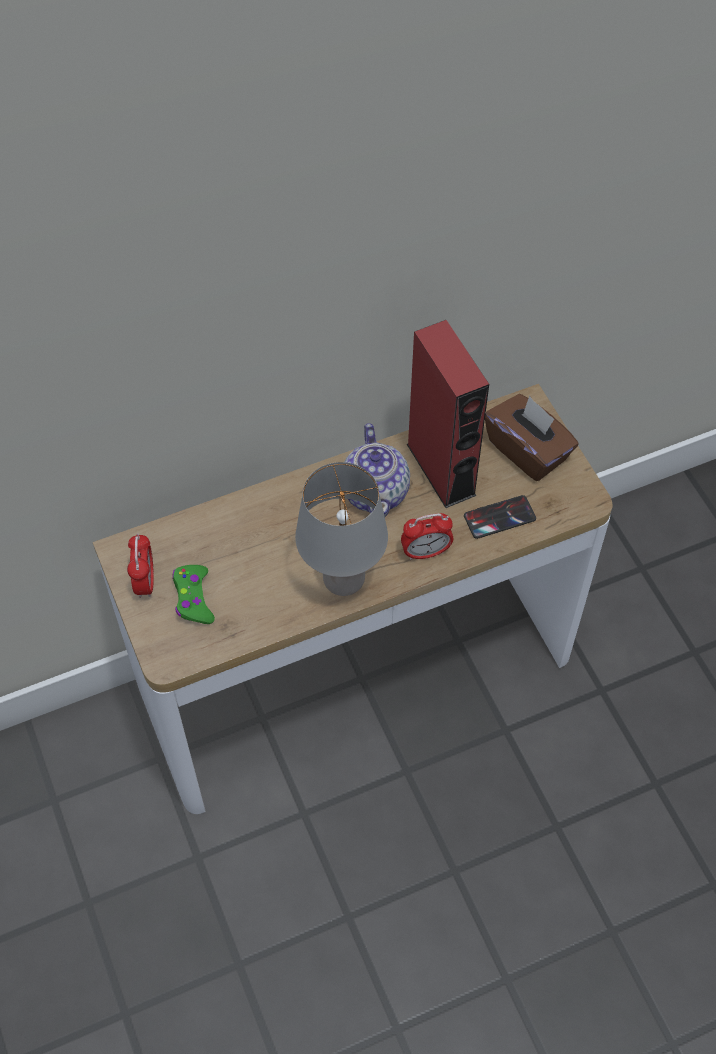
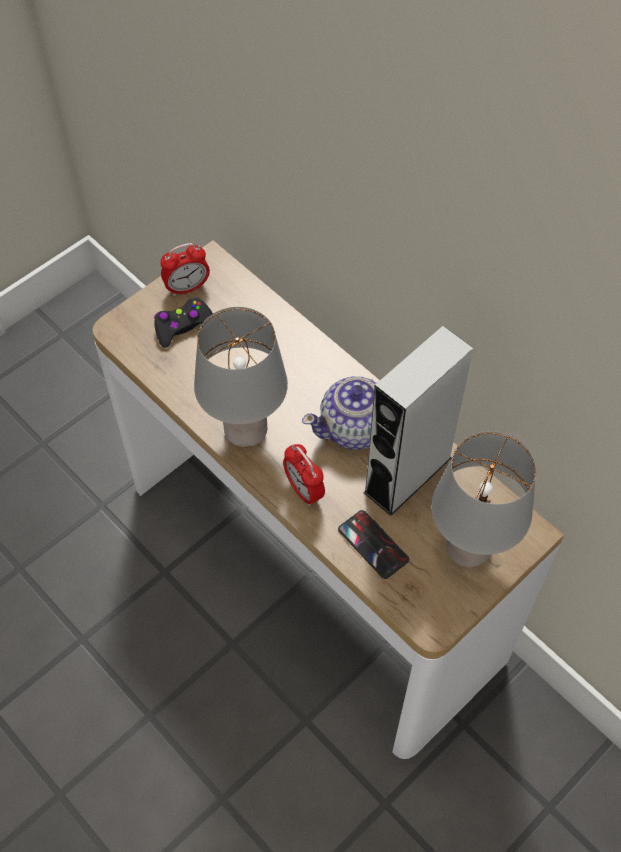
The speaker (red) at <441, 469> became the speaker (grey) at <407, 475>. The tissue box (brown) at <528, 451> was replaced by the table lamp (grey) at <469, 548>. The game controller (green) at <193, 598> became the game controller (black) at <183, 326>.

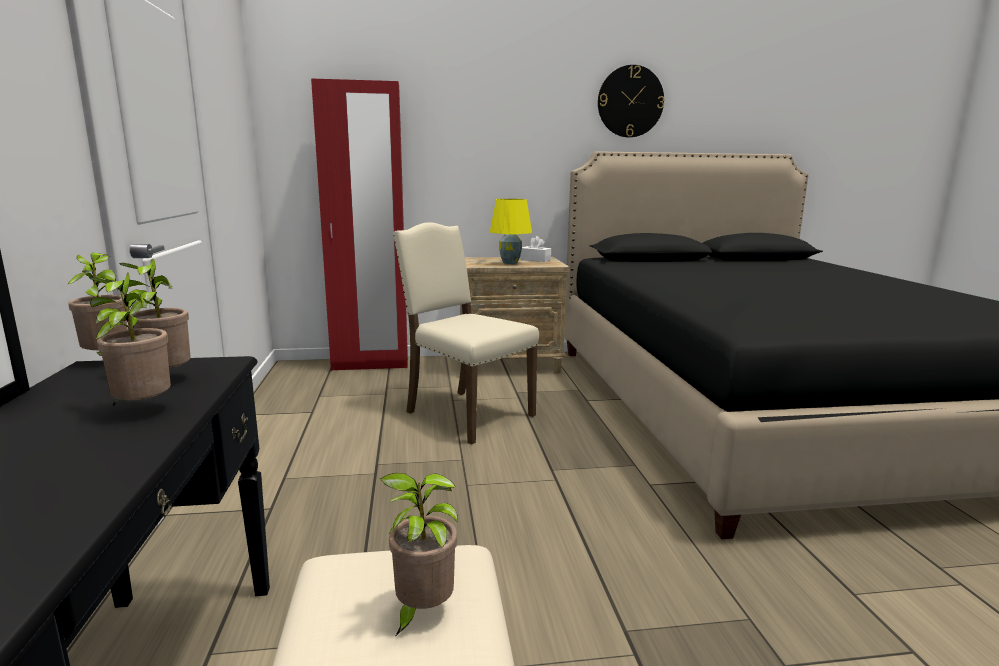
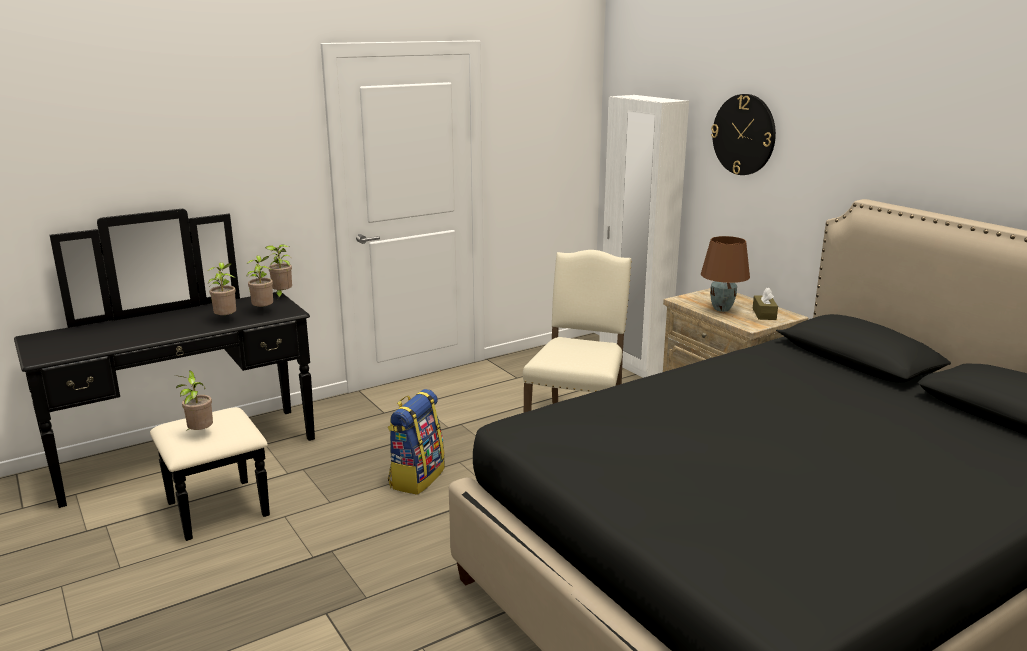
The wall clock moved from <630, 101> to <744, 134>. The wardrobe (red) at <370, 364> became the wardrobe (white) at <633, 365>. The table lamp (yellow) at <510, 263> became the table lamp (brown) at <722, 309>. The tissue box (white) at <535, 260> became the tissue box (brown) at <764, 314>. The backpack at <416, 477> appeared.

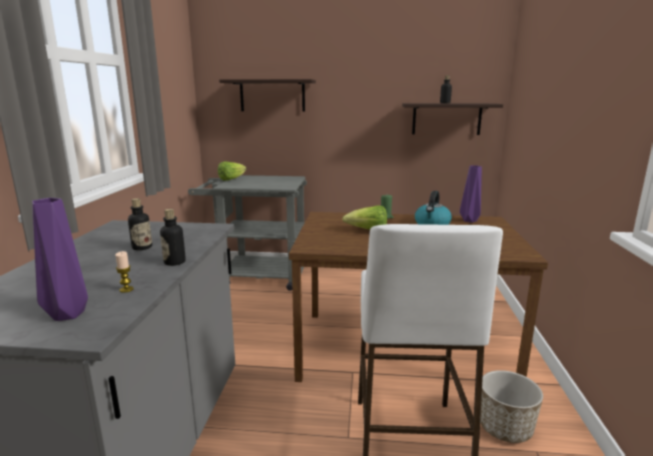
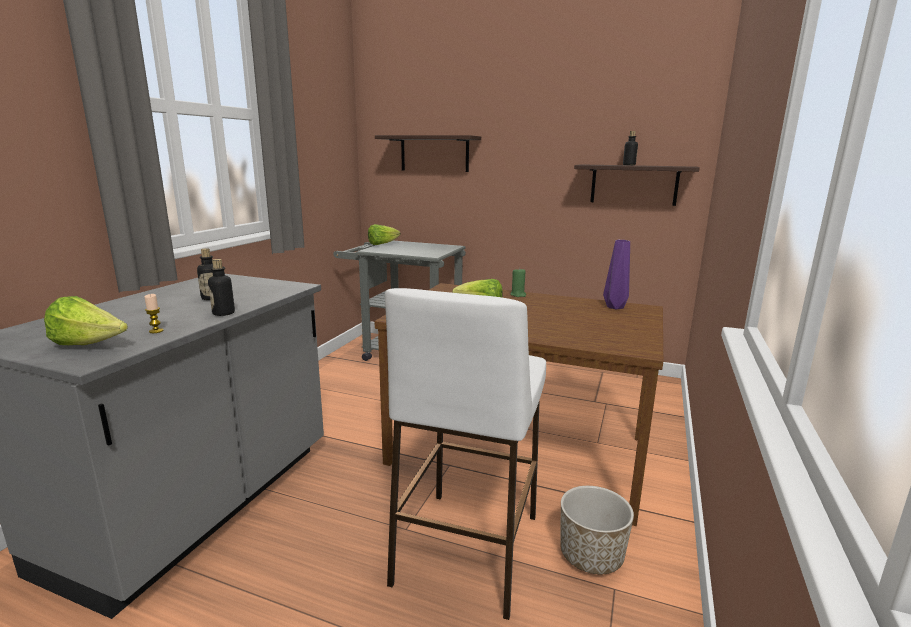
The kettle at <432, 224> disappeared. The vase (purple) at <70, 314> was replaced by the lettuce at <90, 345>.

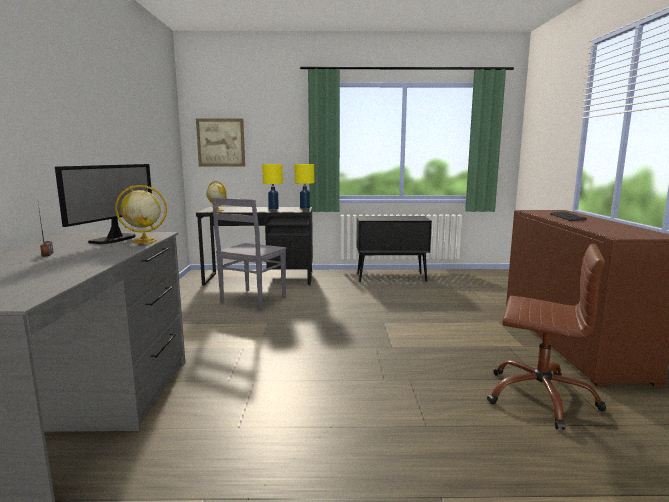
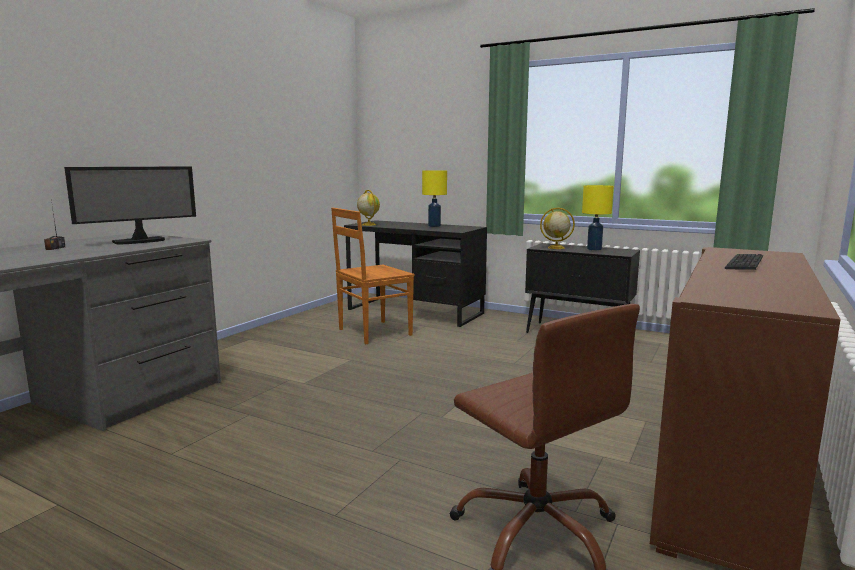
The picture at <221, 142> disappeared. The table lamp (yellow) moved from <305, 208> to <594, 249>. The globe moved from <143, 241> to <555, 248>. The chair (grey) at <252, 299> became the chair (brown) at <373, 332>.

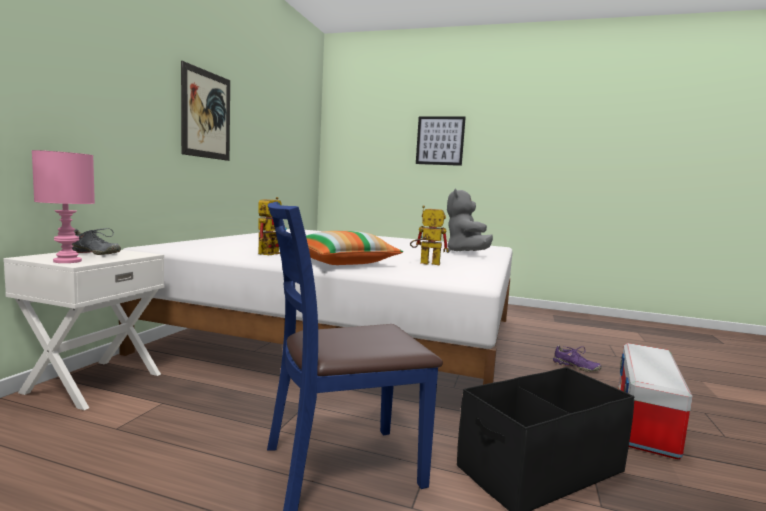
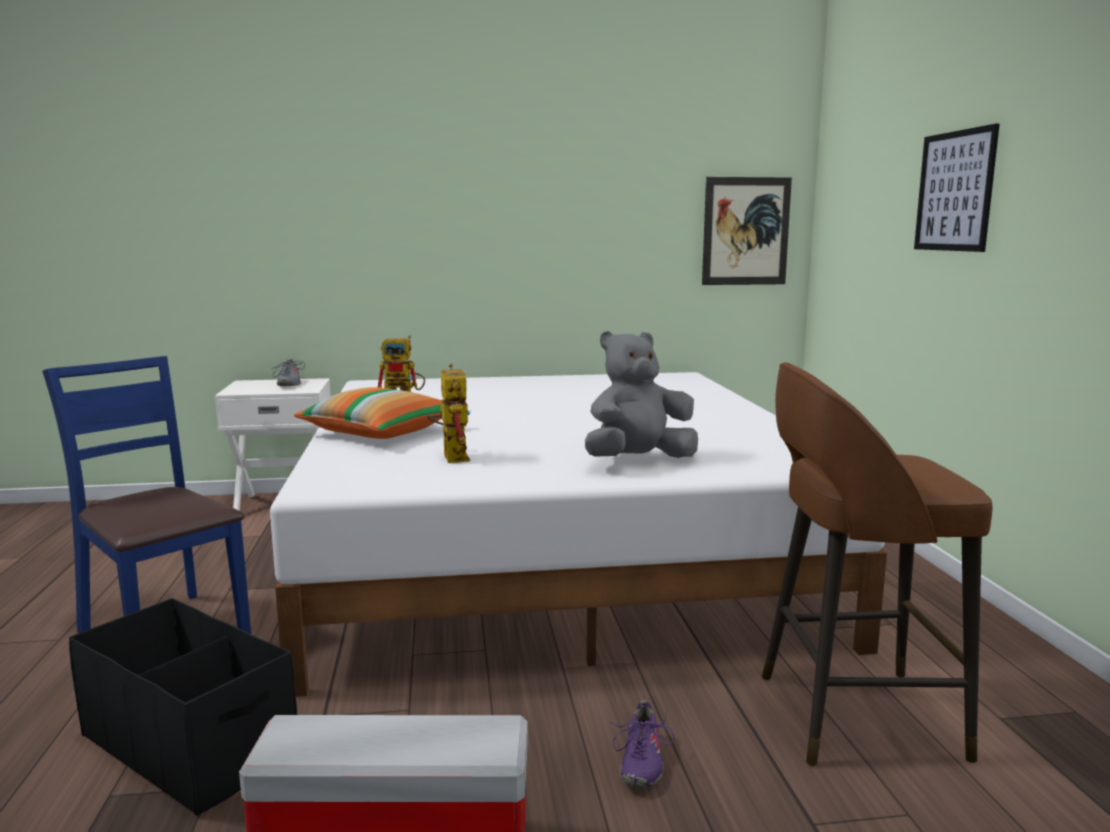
The picture moved from <206, 115> to <746, 231>. The table lamp (pink) at <67, 261> disappeared. The stool (brown) at <852, 716> appeared.

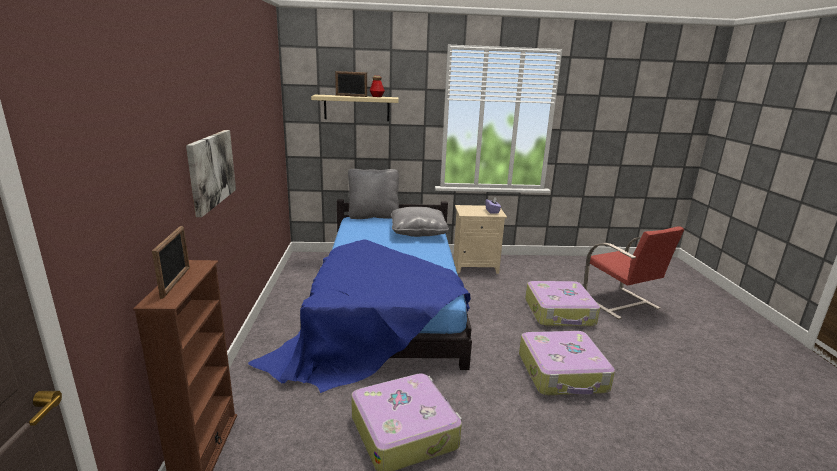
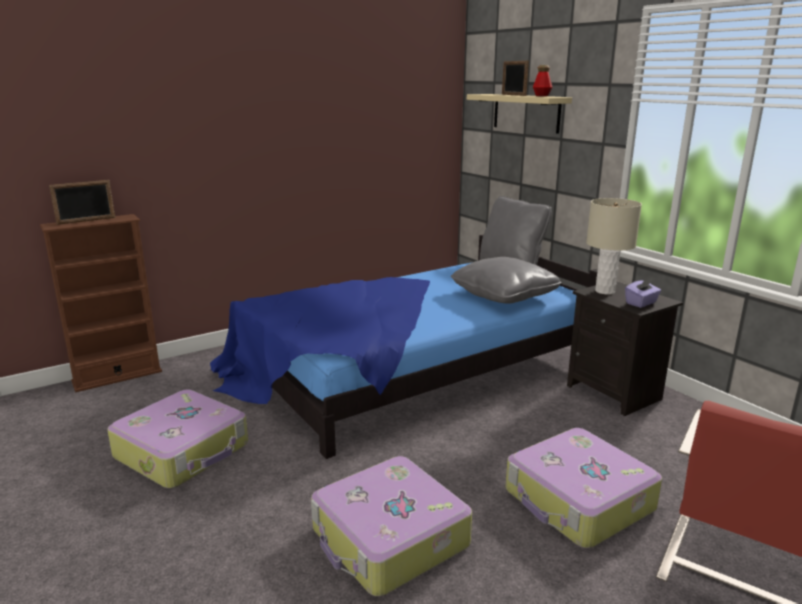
The picture at <211, 170> disappeared. The nightstand (beige) at <476, 266> became the nightstand (black) at <615, 392>. The table lamp (beige) at <605, 291> appeared.

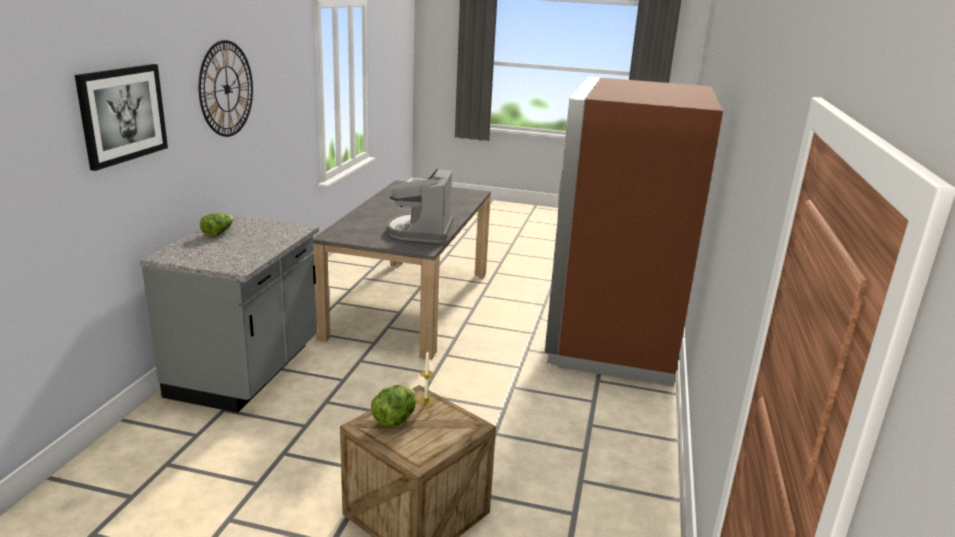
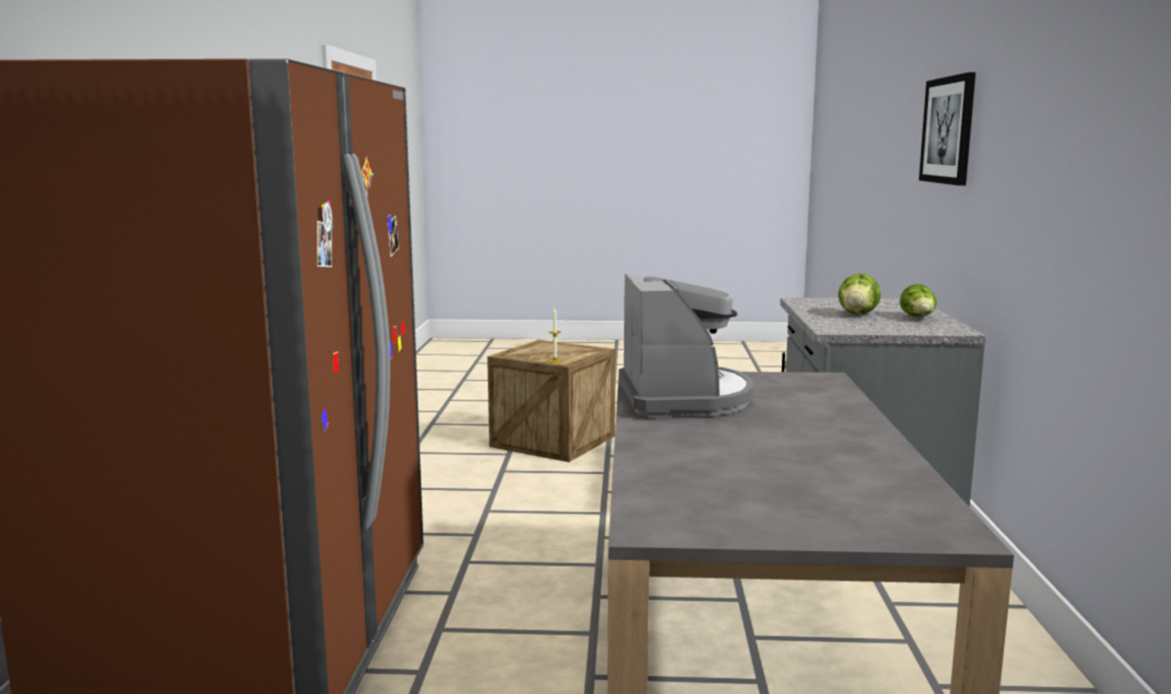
The wall clock at <227, 89> disappeared. The lettuce moved from <394, 420> to <858, 314>.

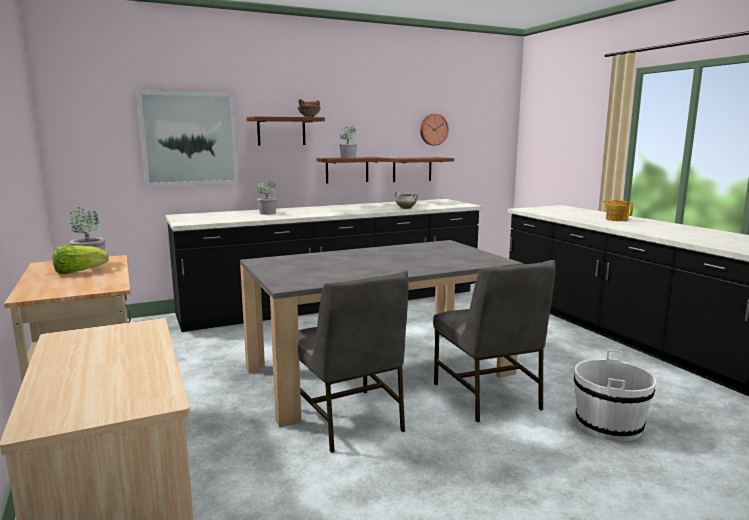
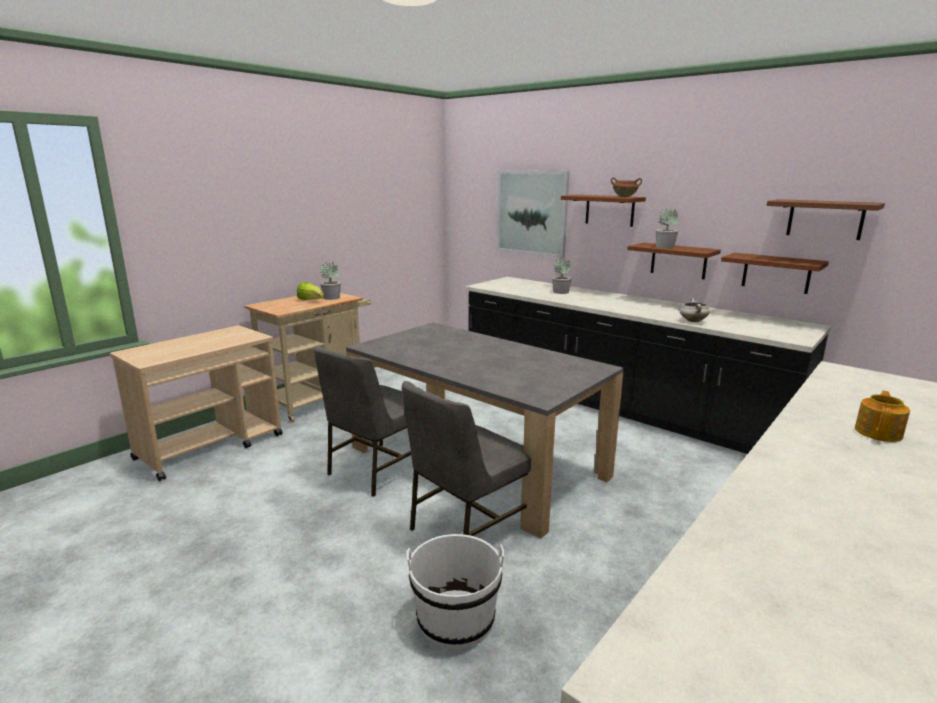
The wall clock at <433, 129> was replaced by the shelf (brown) at <825, 219>.

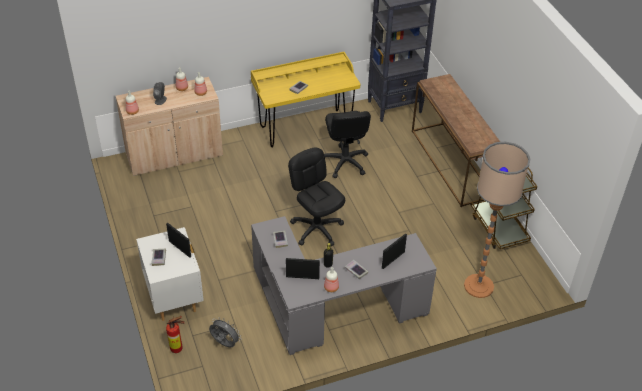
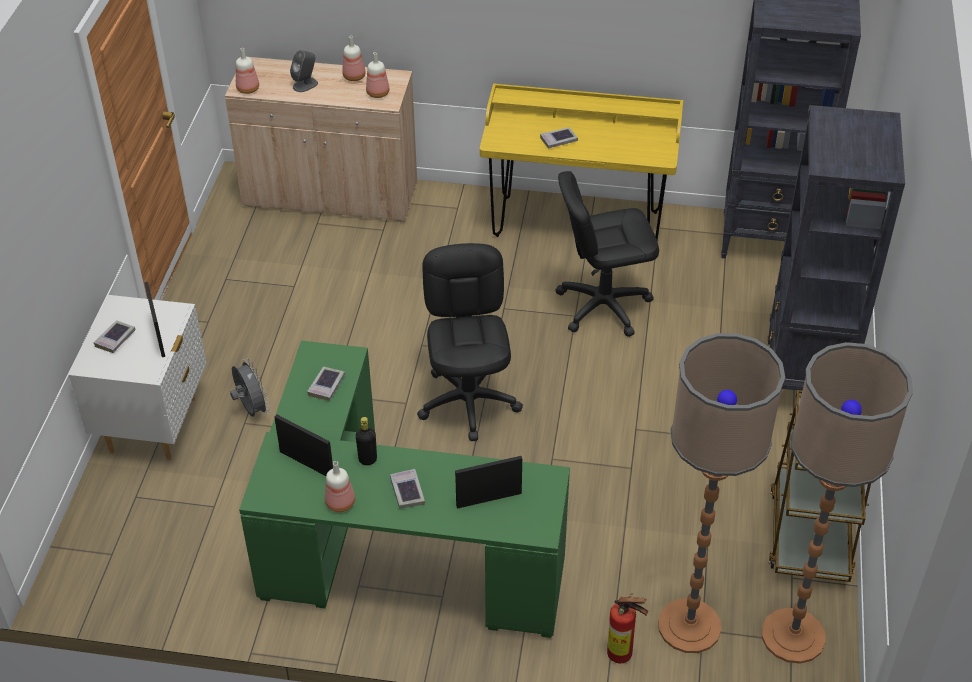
The console table (brown) at <452, 164> was replaced by the bookcase (black) at <804, 380>. The office chair (black) at <344, 162> turned 60 degrees clockwise. The desk (grey) at <331, 309> became the desk (green) at <389, 552>. The fire extinguisher moved from <178, 348> to <623, 655>. The fan (grey) moved from <224, 344> to <251, 410>. The floor lamp at <792, 636> appeared.

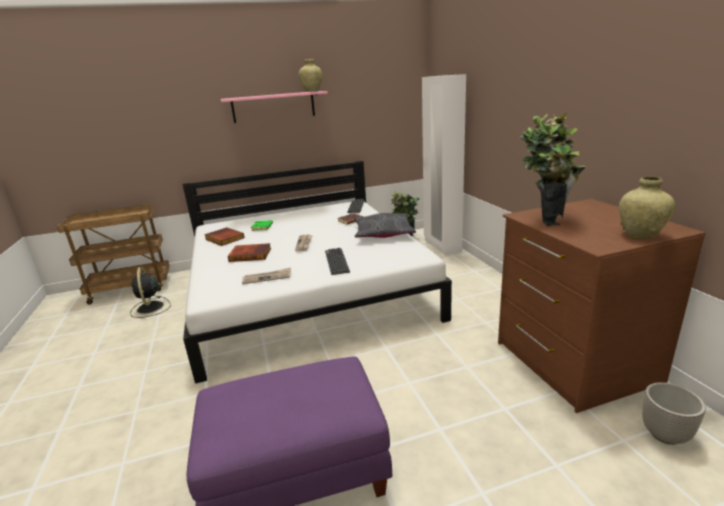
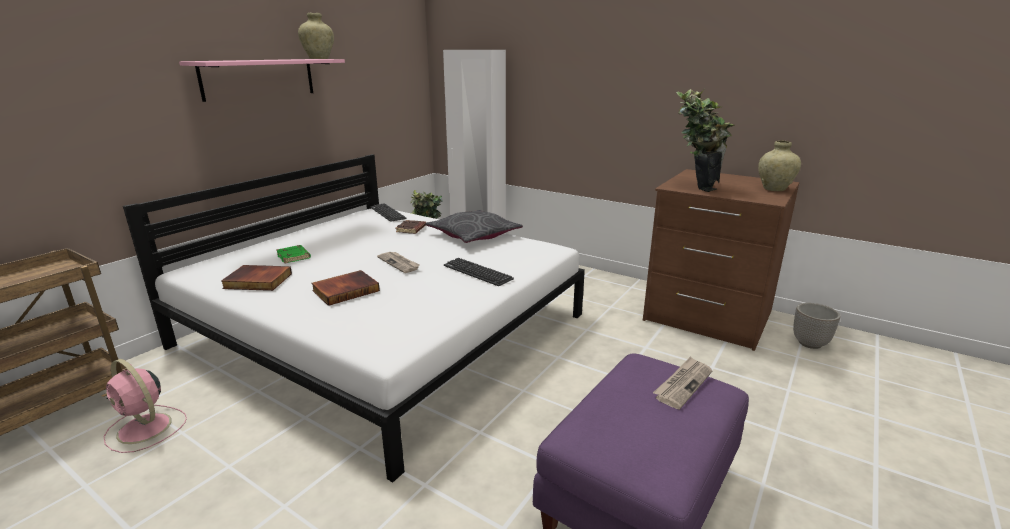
The fan (black) at <150, 308> became the fan (pink) at <145, 429>. The newspaper moved from <267, 277> to <683, 384>.

